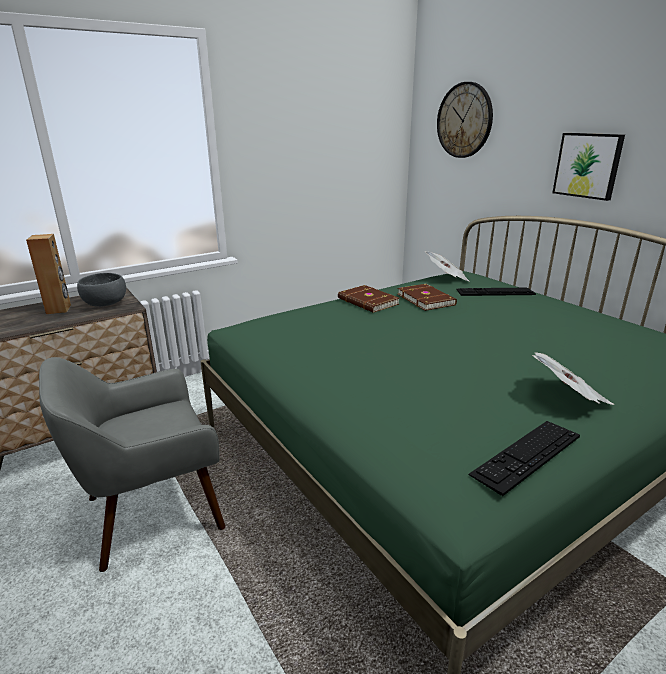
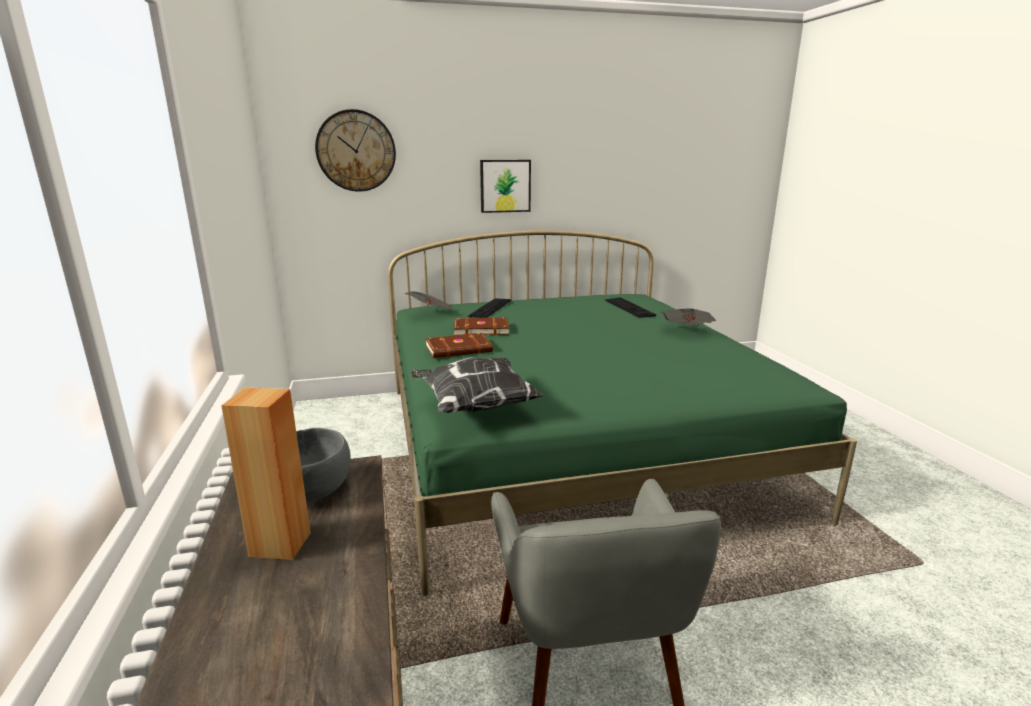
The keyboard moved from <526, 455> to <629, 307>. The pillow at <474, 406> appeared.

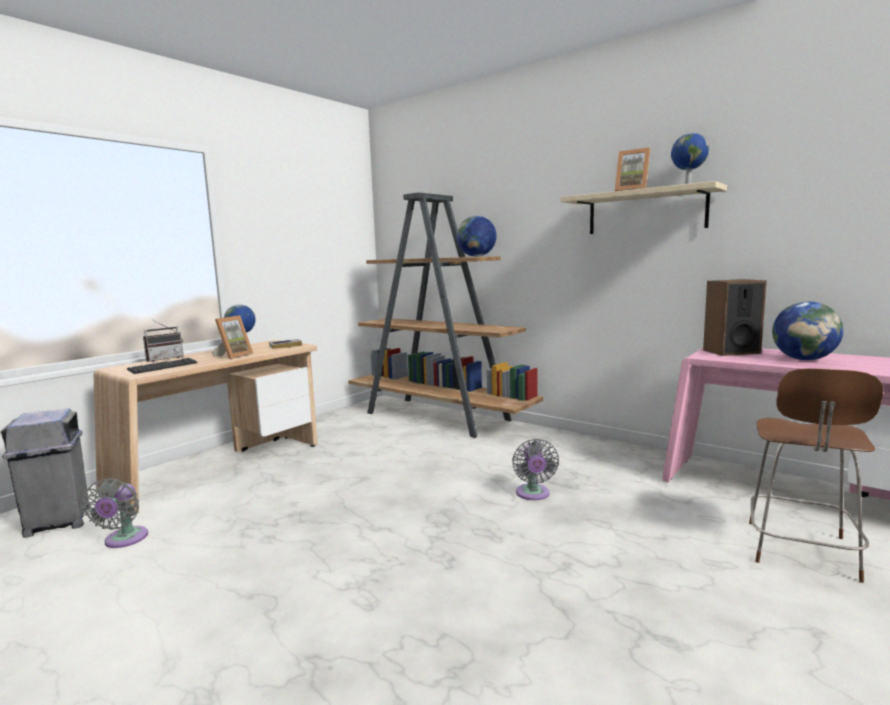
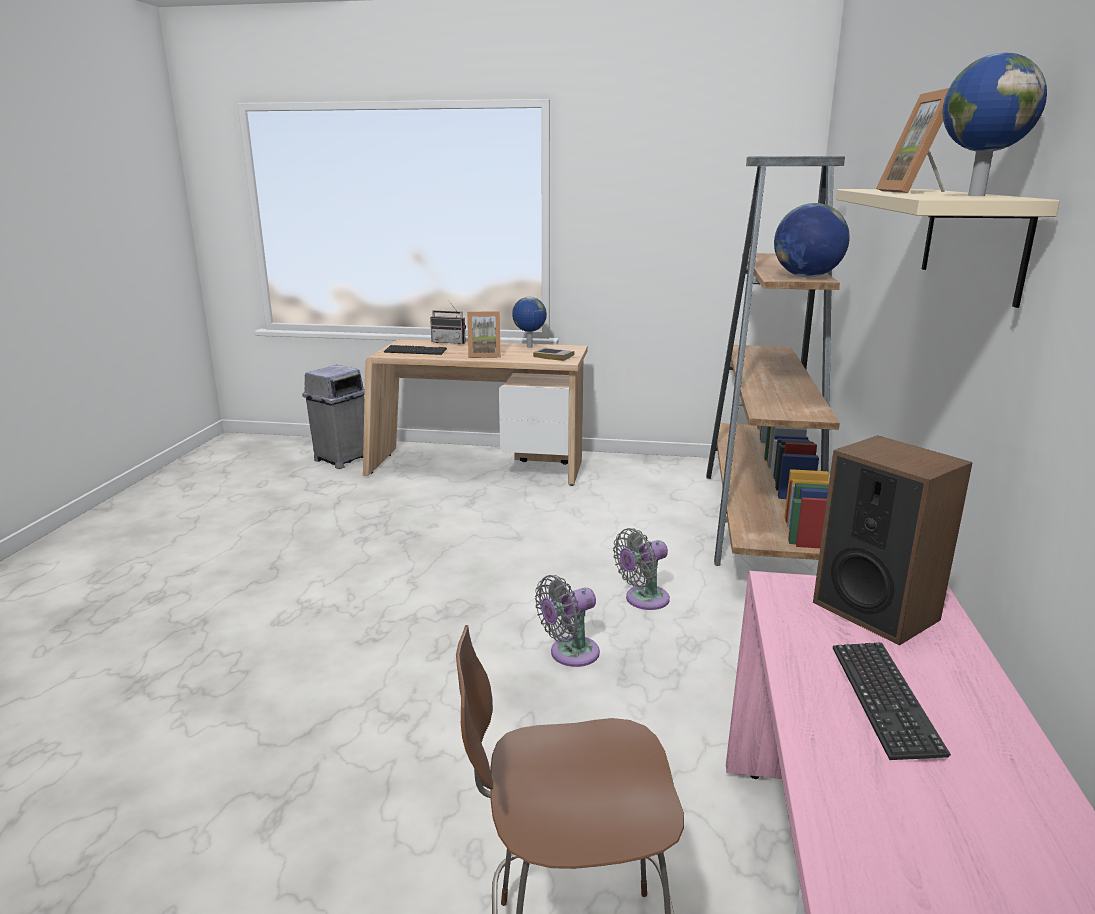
The globe at <804, 359> was replaced by the keyboard at <884, 700>. The fan (grey) moved from <124, 540> to <643, 600>.

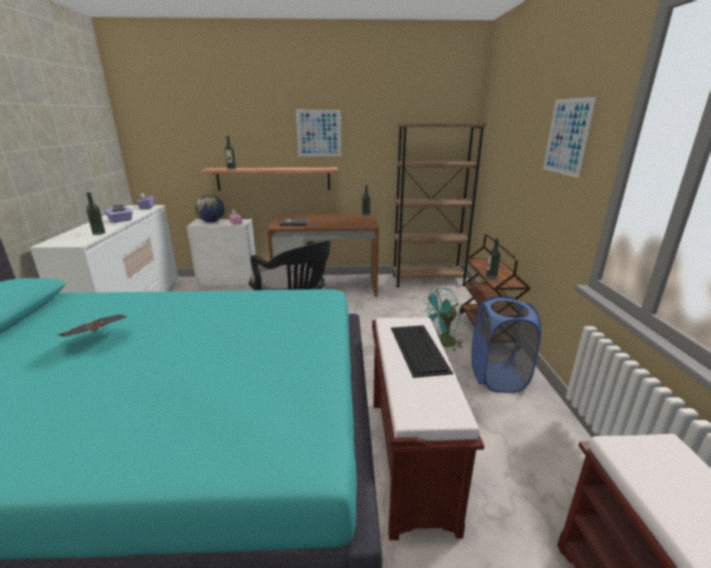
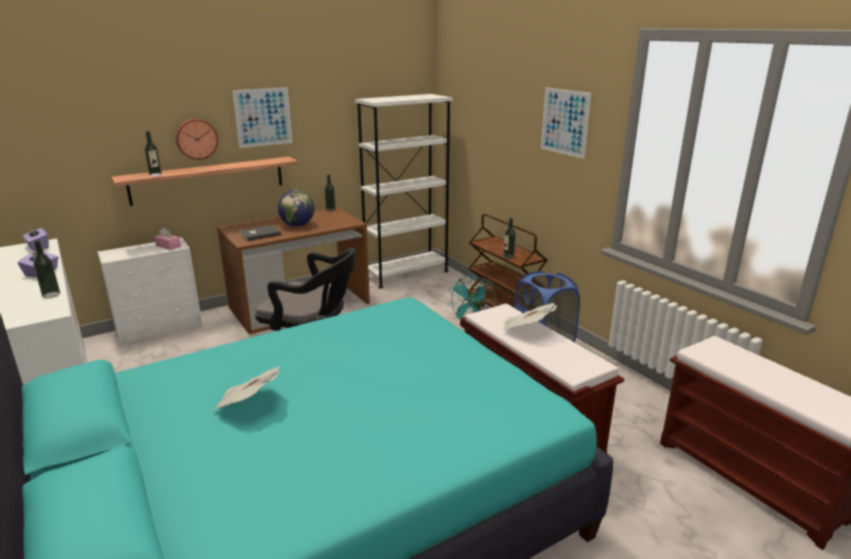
The bookcase (brown) at <428, 280> became the bookcase (white) at <406, 274>. The globe moved from <212, 222> to <297, 225>. The keyboard at <418, 348> was replaced by the newspaper at <526, 329>. The wall clock at <196, 139> appeared.

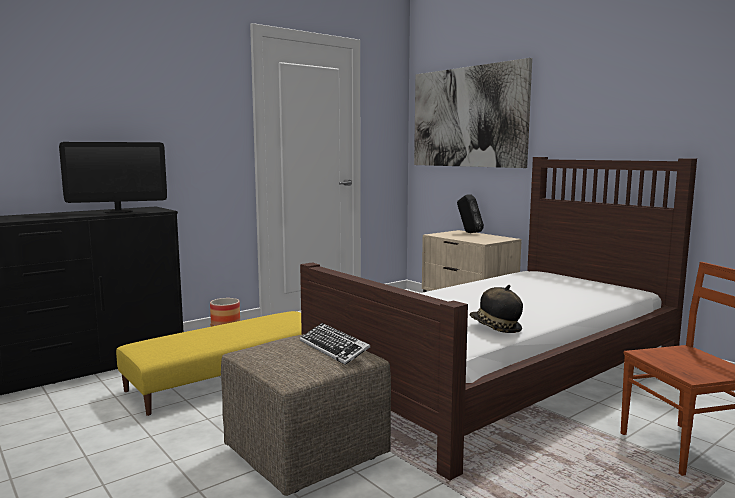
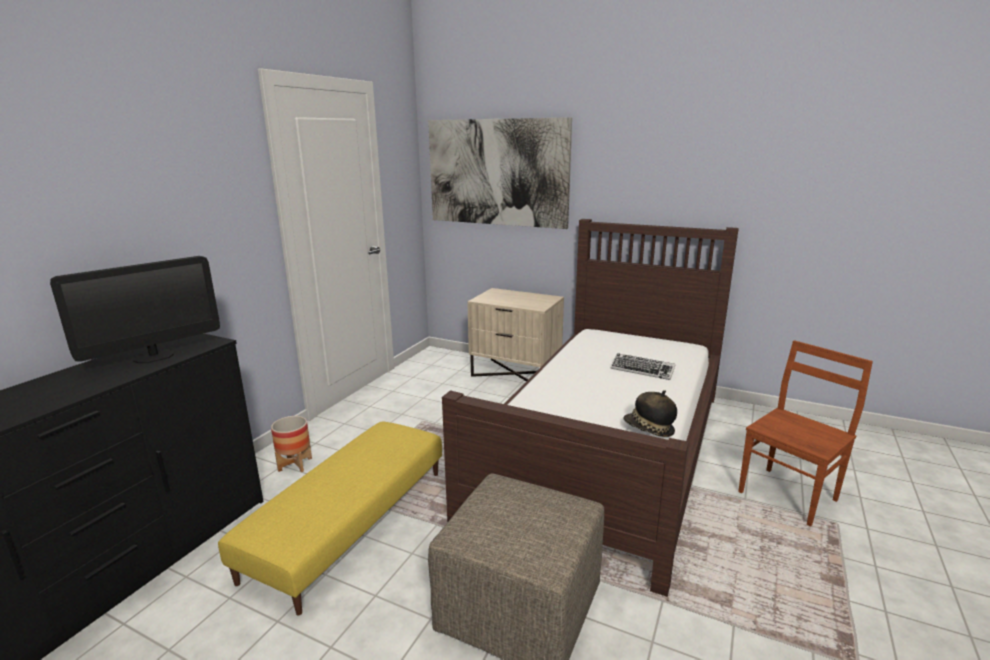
The speaker (black) at <468, 232> disappeared. The keyboard moved from <334, 349> to <642, 370>.

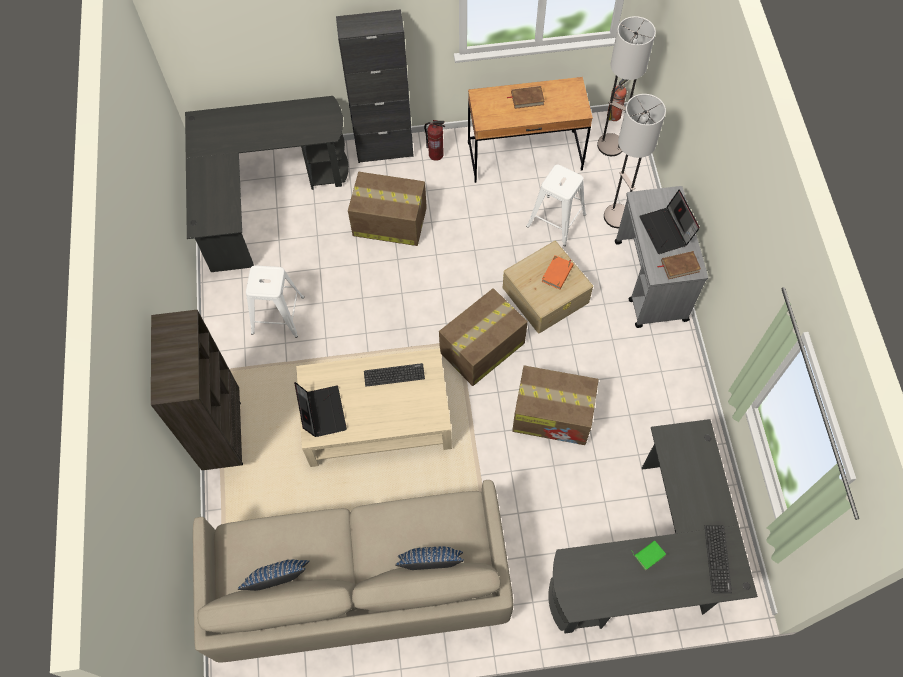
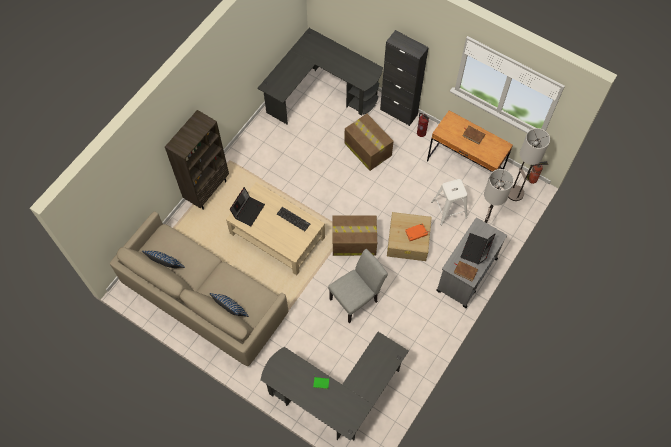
The stool (white) at <277, 315> disappeared. The cardboard box at <553, 415> was replaced by the chair (grey) at <357, 298>. The keyboard at <717, 558> disappeared.

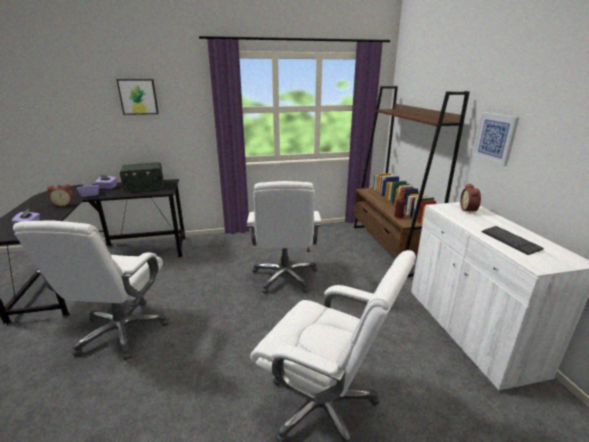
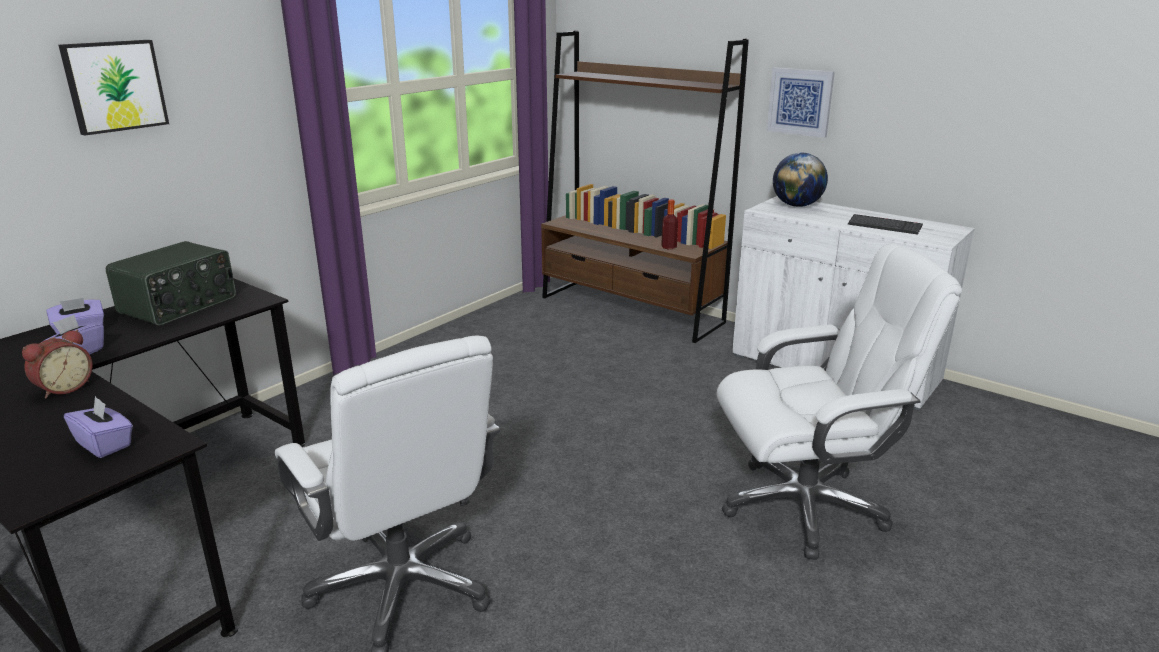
The office chair (white) at <285, 277> disappeared. The alarm clock at <469, 210> was replaced by the globe at <797, 205>.

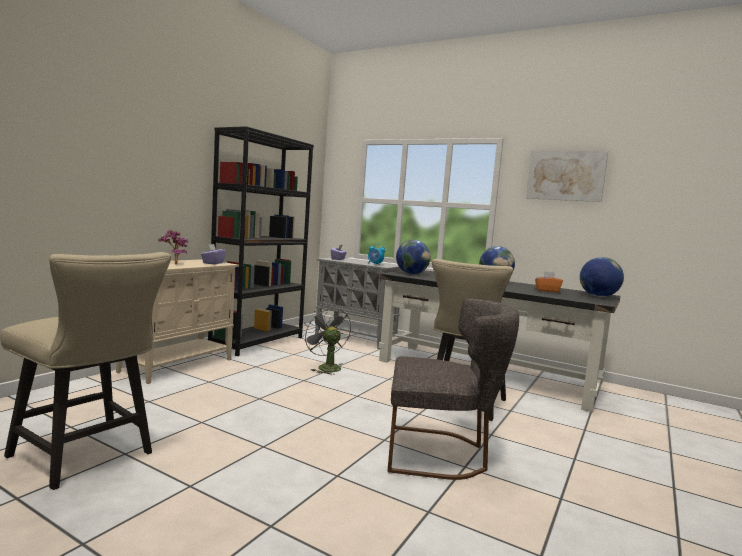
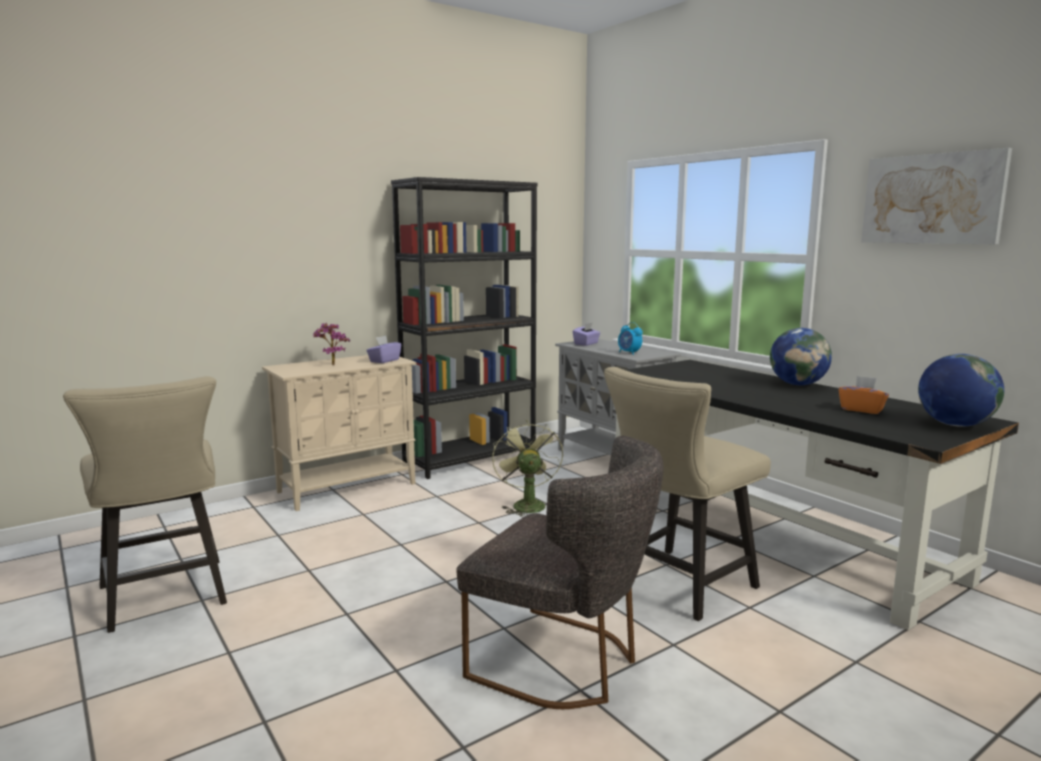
The globe at <411, 273> disappeared. The fan (grey) at <325, 367> became the fan (green) at <526, 504>.

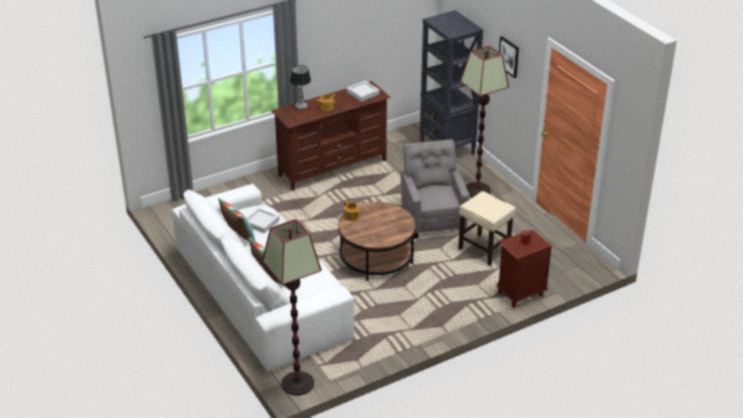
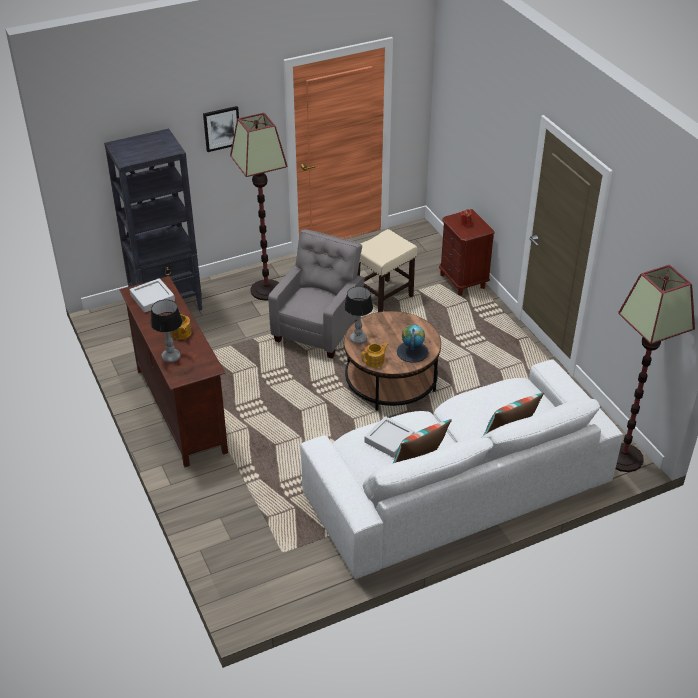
The armchair (grey) at <433, 219> turned 120 degrees clockwise. The table lamp at <358, 339> appeared. The globe at <412, 352> appeared.

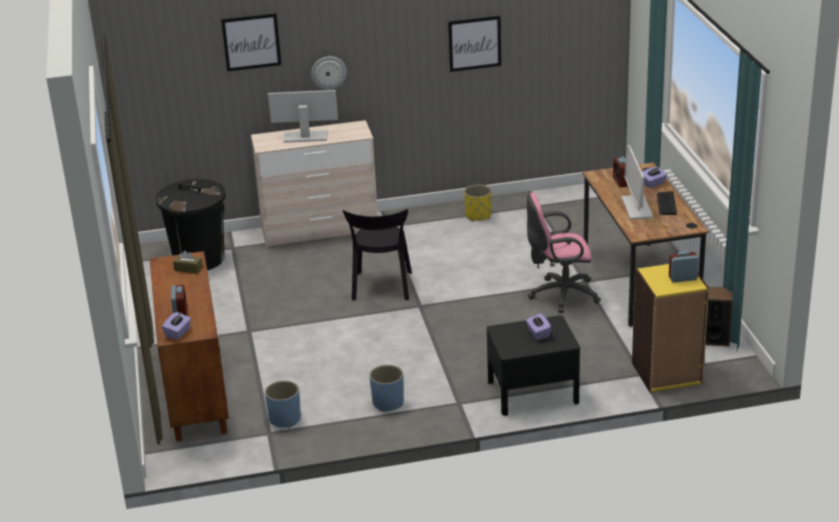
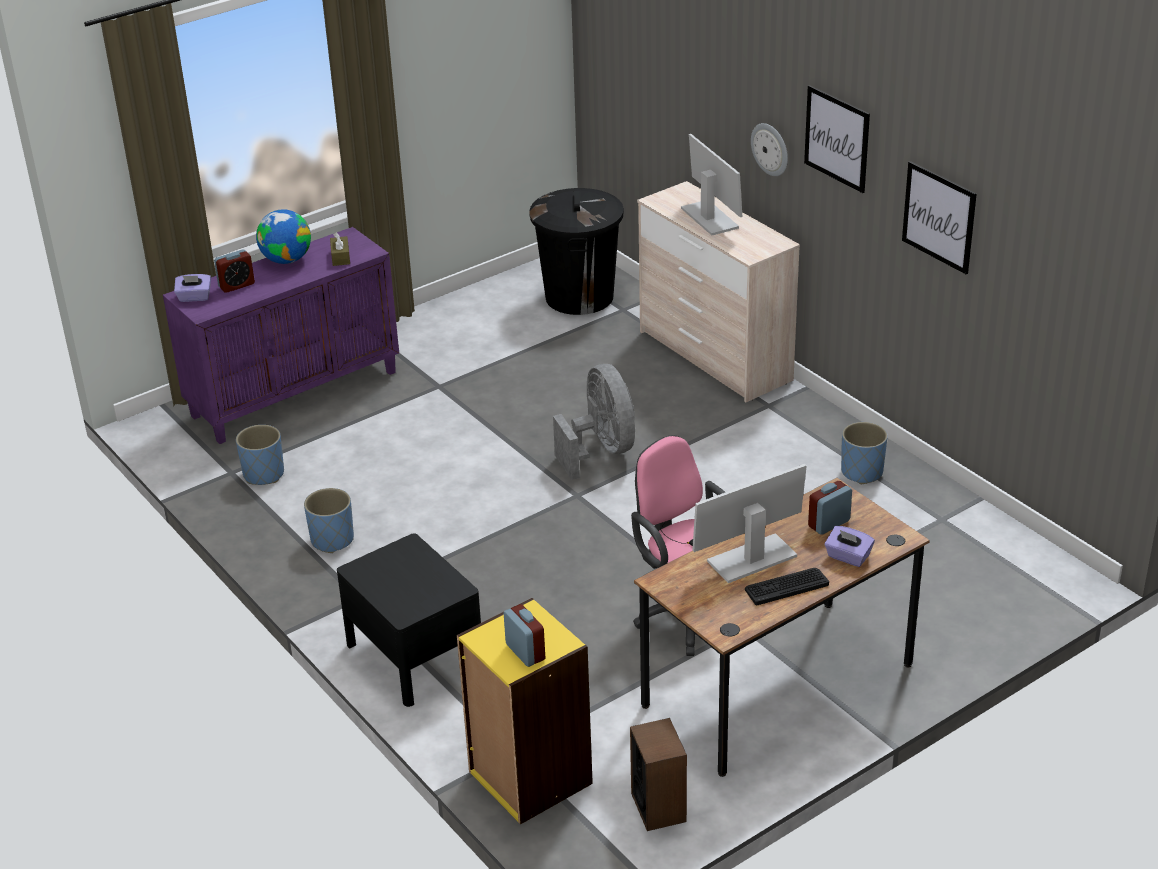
The picture moved from <251, 42> to <837, 138>. The planter (yellow) at <478, 216> became the planter (blue) at <862, 472>. The chair (black) at <381, 288> was replaced by the fan (grey) at <601, 451>. The cabinet (brown) at <194, 390> became the cabinet (purple) at <295, 393>. The tissue box (purple) at <538, 333> disappeared. The globe at <286, 260> appeared.

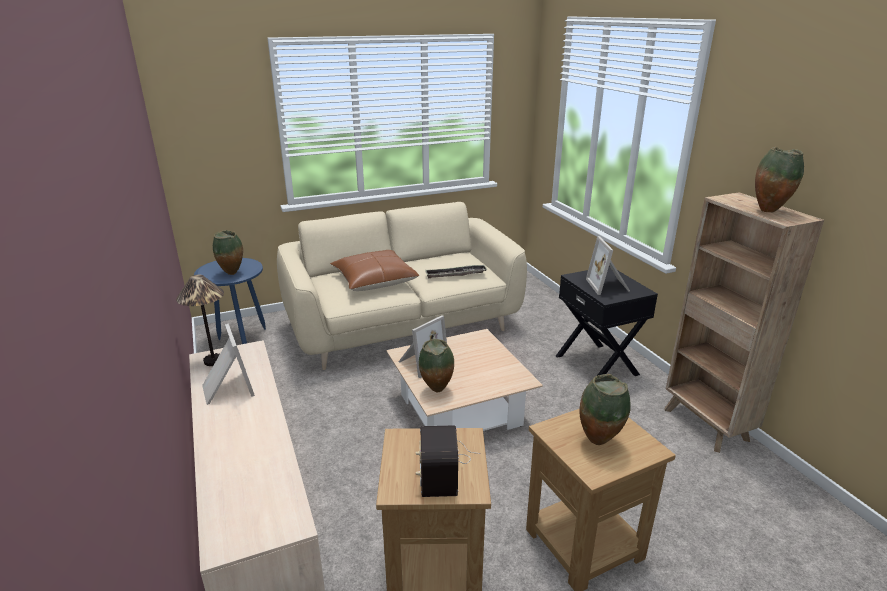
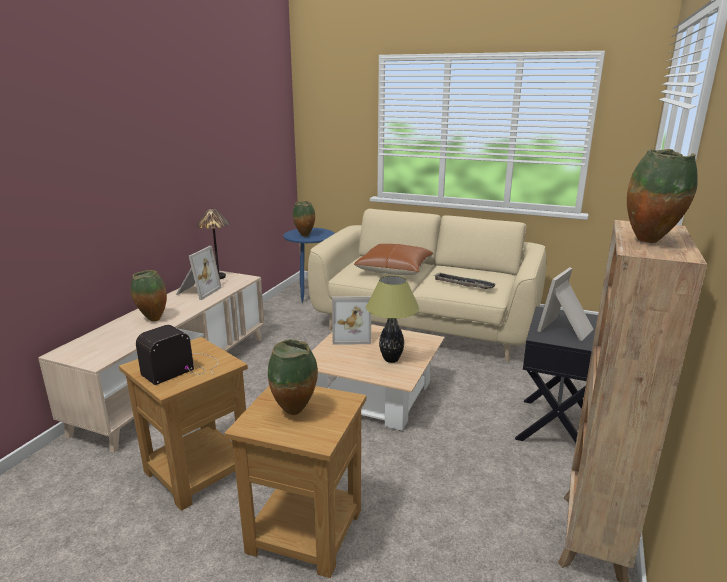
The vase moved from <437, 391> to <152, 320>. The table lamp at <391, 359> appeared.

